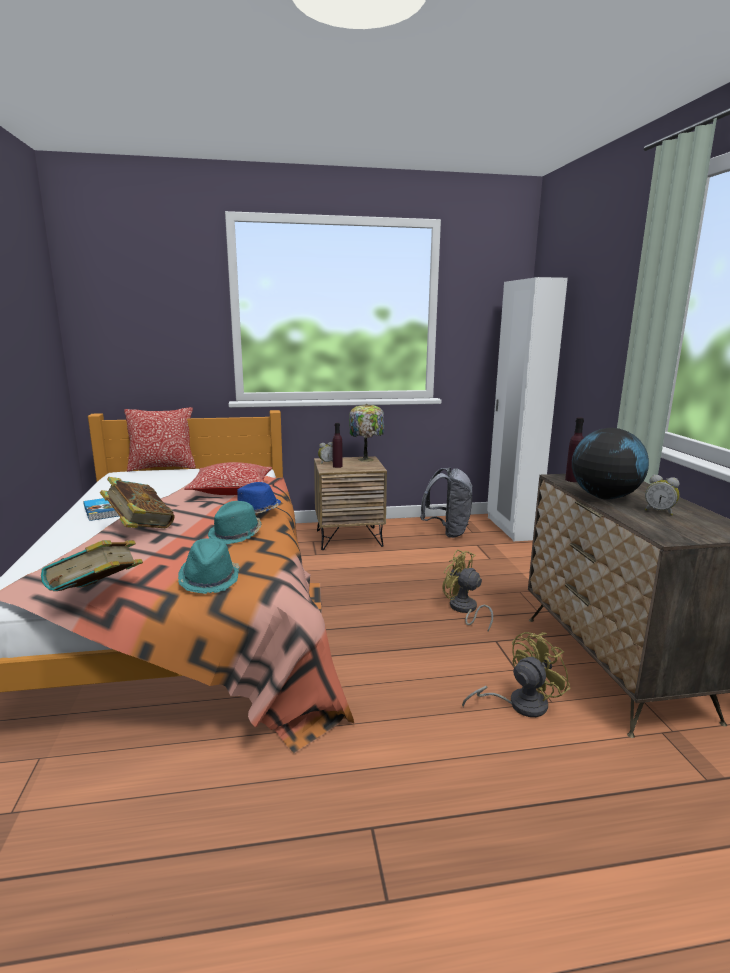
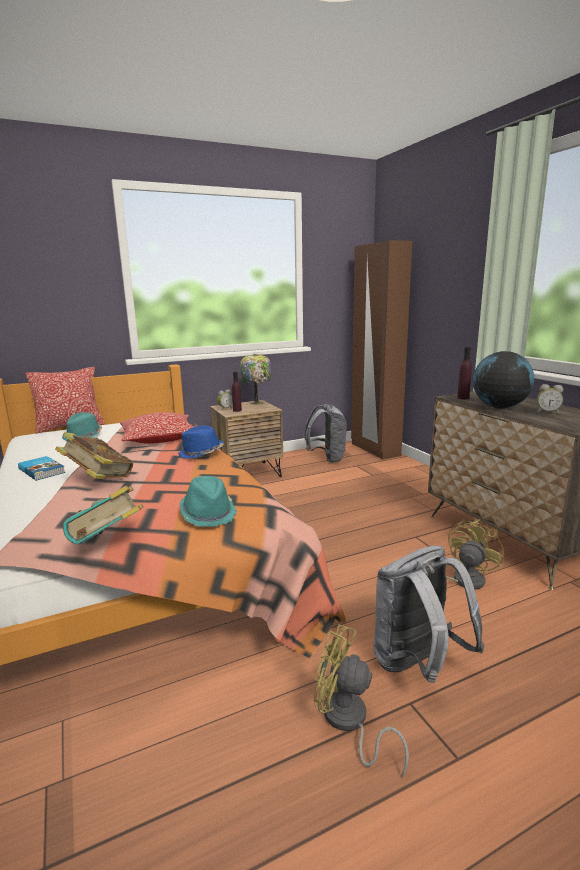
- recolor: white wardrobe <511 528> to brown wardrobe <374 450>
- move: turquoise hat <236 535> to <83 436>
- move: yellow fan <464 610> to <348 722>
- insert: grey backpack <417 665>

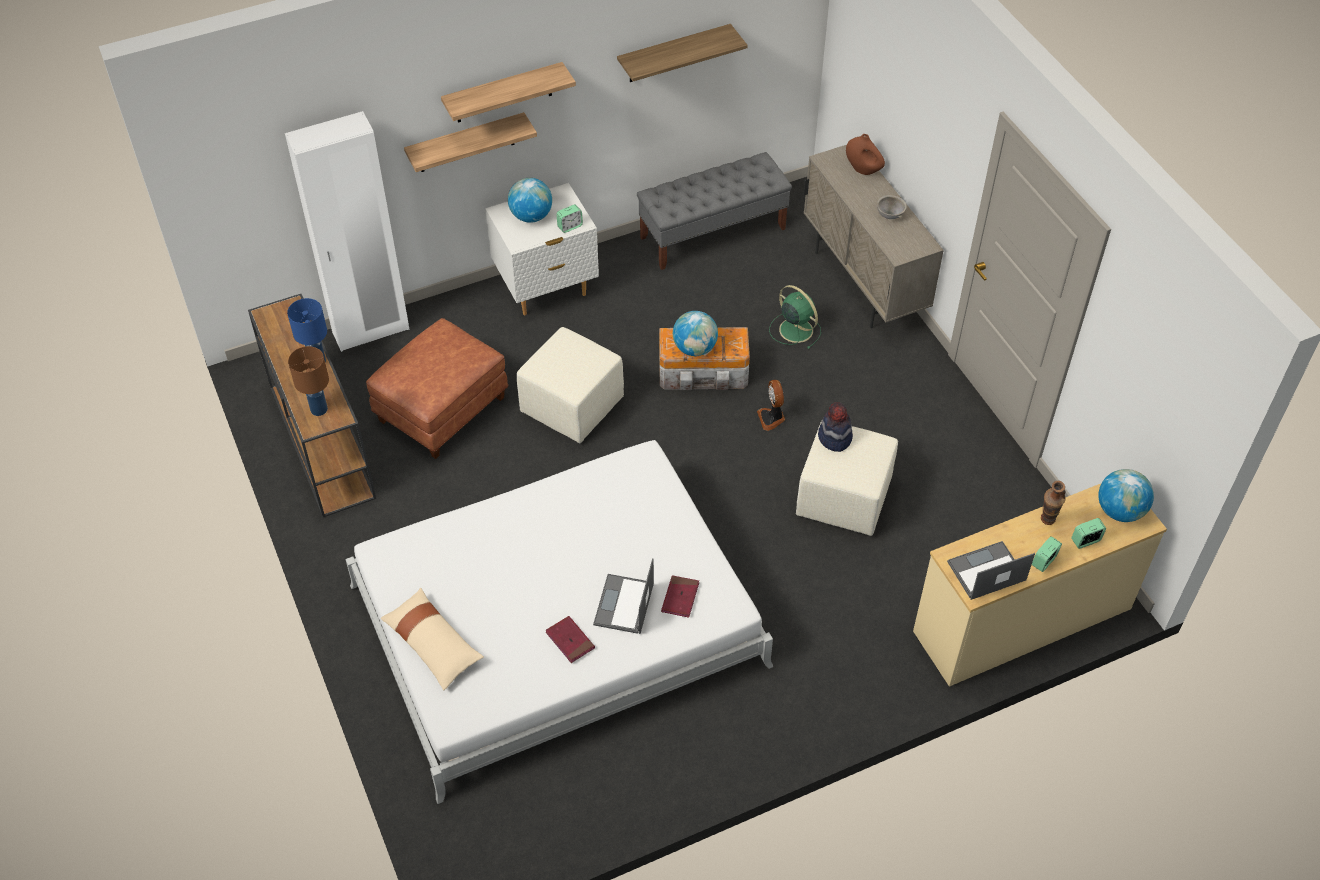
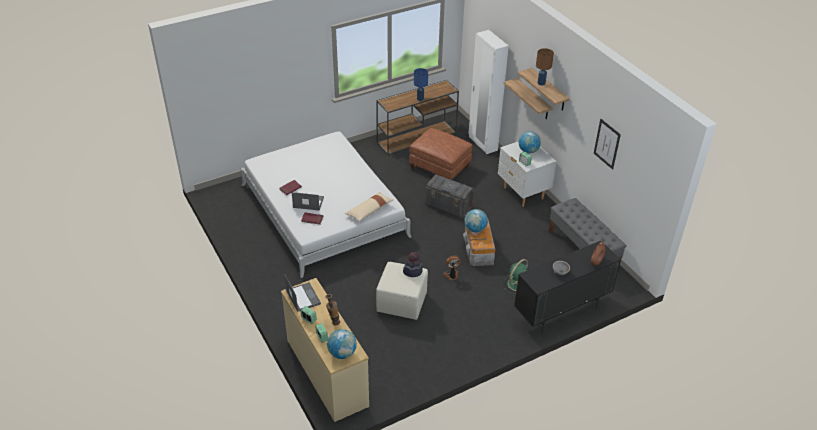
- replace: shelf <674 54> to picture <607 144>
- recolor: beige cabinet <863 283> to black cabinet <561 312>
- replace: beige ottoman <572 405> to grey storage box <449 206>
- move: brown table lamp <319 409> to <541 83>
- move: beige pillow <433 644> to <369 210>

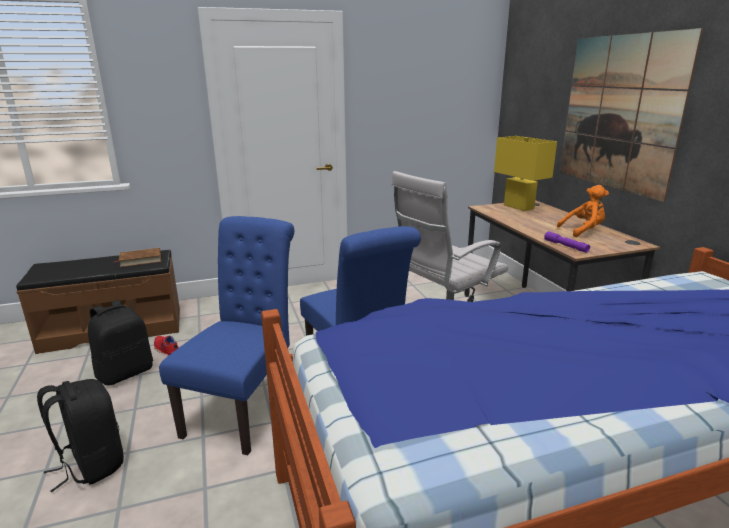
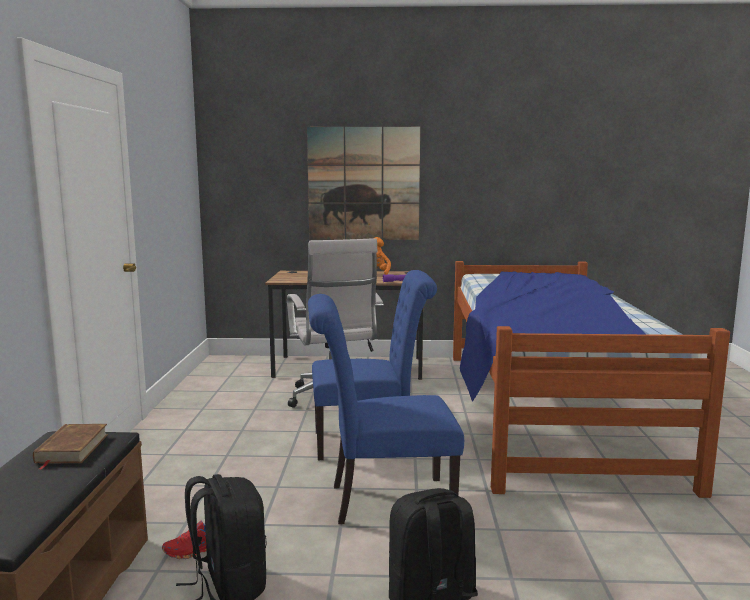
- delete: yellow table lamp <518 207>
- rotate: blue chair <245 407> = <382 501> 45 degrees counterclockwise

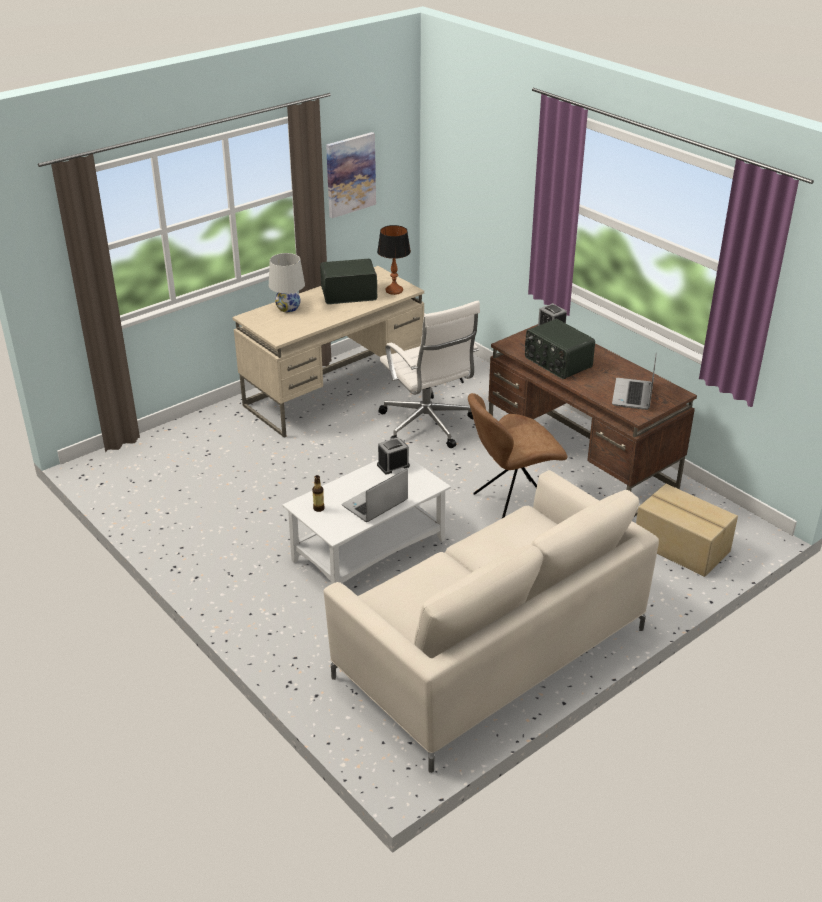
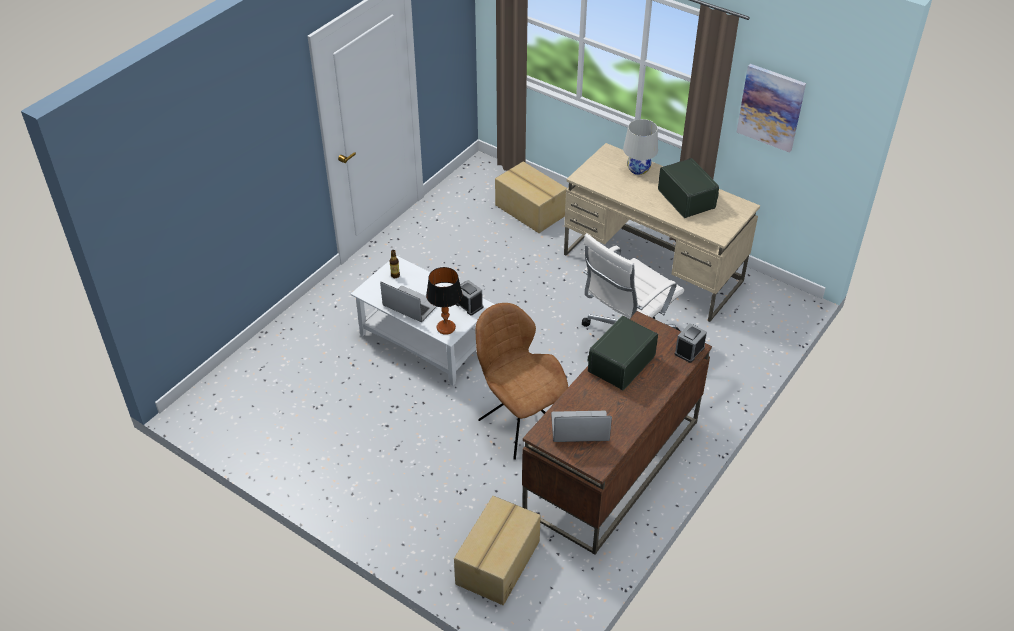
- move: table lamp <394 290> to <446 327>
- delete: beige sofa <491 653>
- insert: cardboard box <530 211>

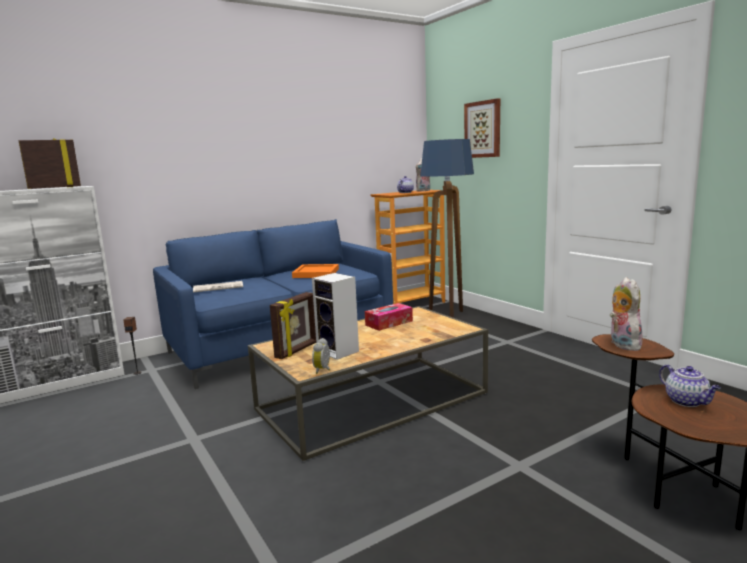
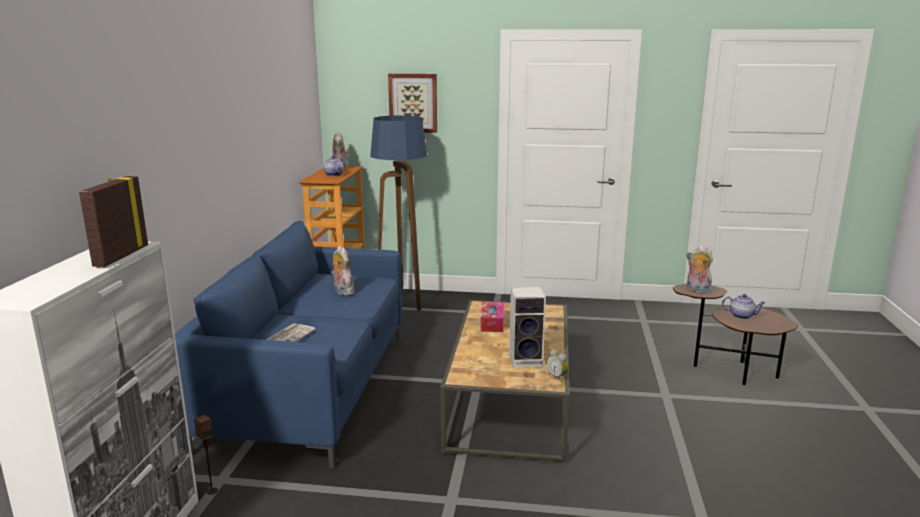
- replace: orange tray <316 273> to plush toy <342 292>
- delete: picture frame <297 350>

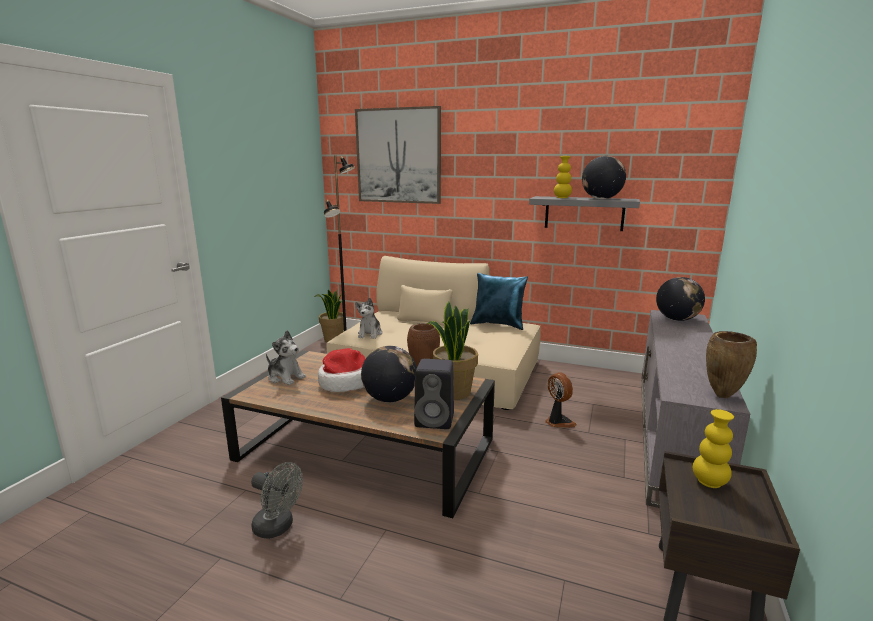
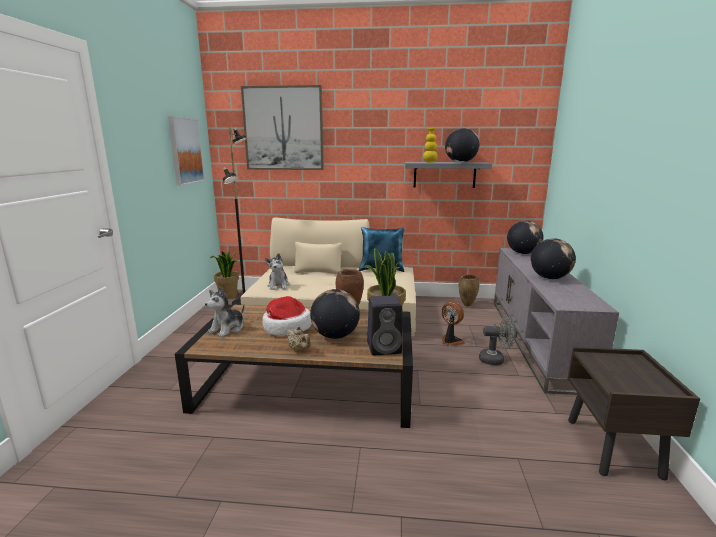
- rotate: plush toy <285 377> = <227 329> 105 degrees clockwise
- move: brown vase <722 396> to <467 305>
- delete: yellow vase <709 482>
- move: grey fan <278 527> to <495 360>
- insert: picture <185 151>
- insert: globe <549 278>
- insert: beige teapot <299 350>

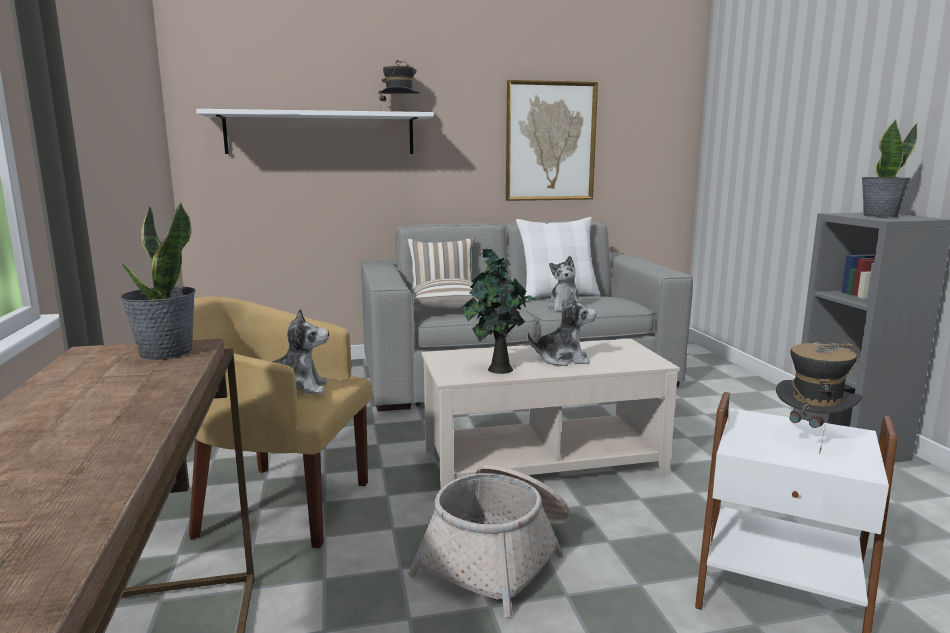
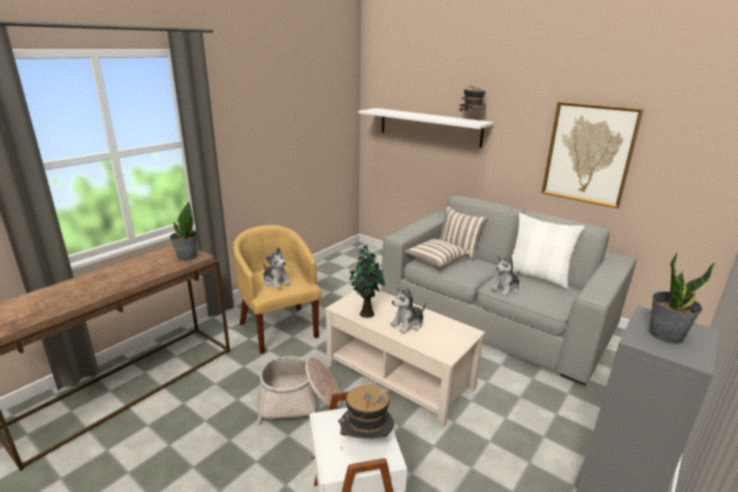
- rotate: plush toy <563 359> = <408 324> 90 degrees clockwise

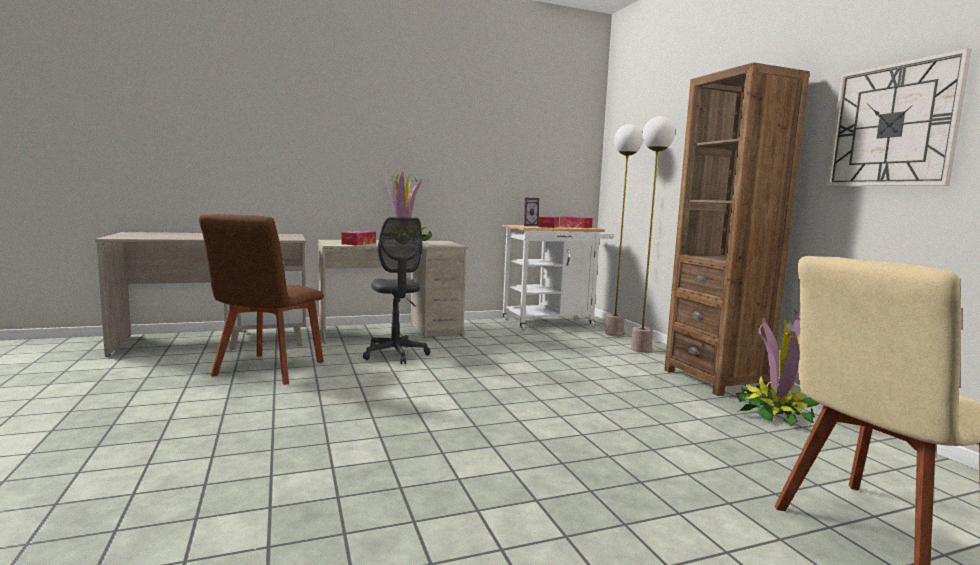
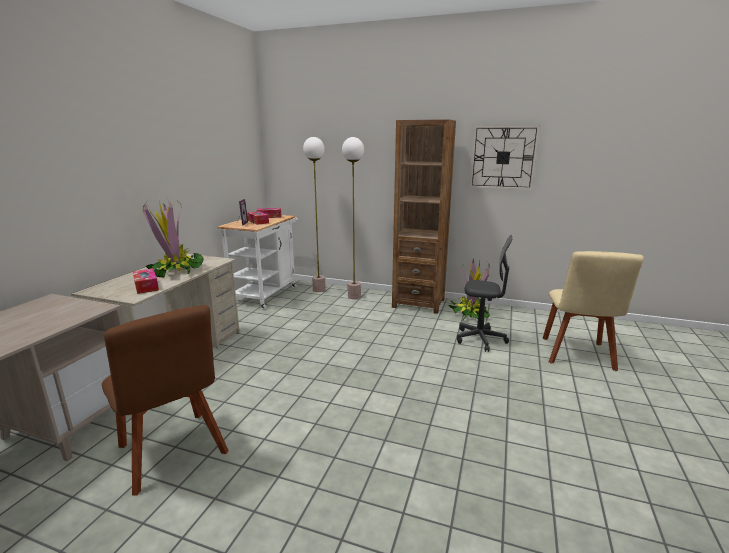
- move: grey office chair <395 354> to <480 339>

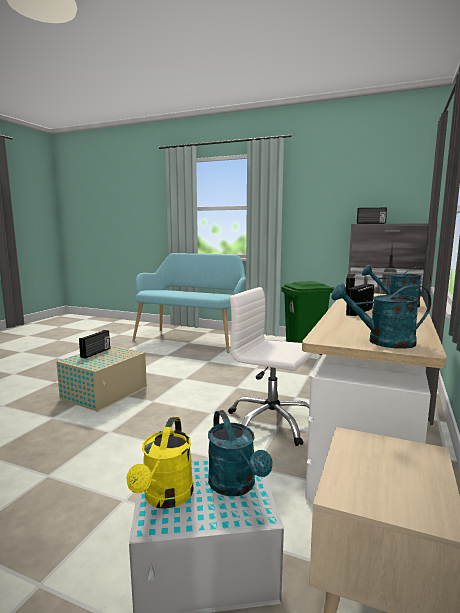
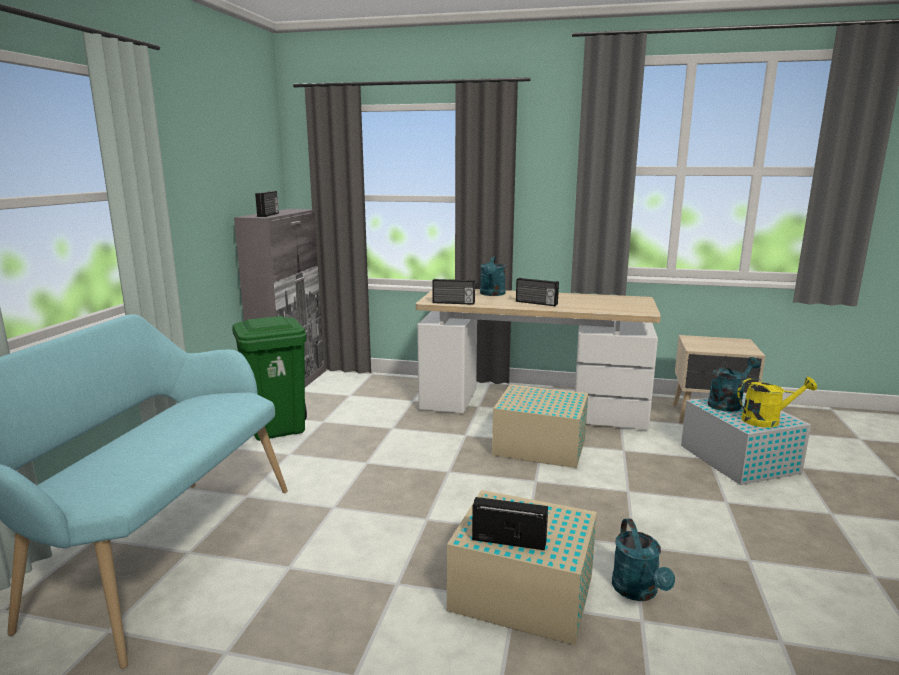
- move: turquoise watering can <382 342> to <638 592>
- replace: white office chair <271 423> to beige storage box <538 446>

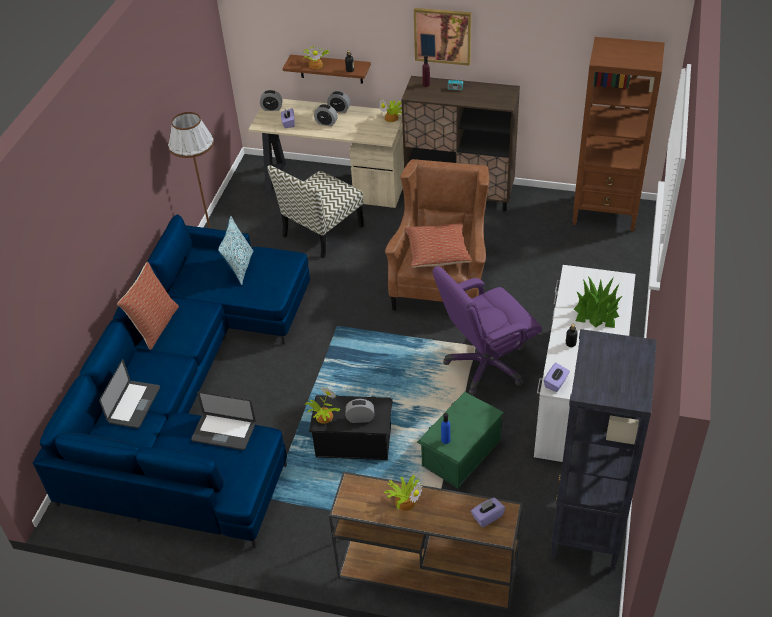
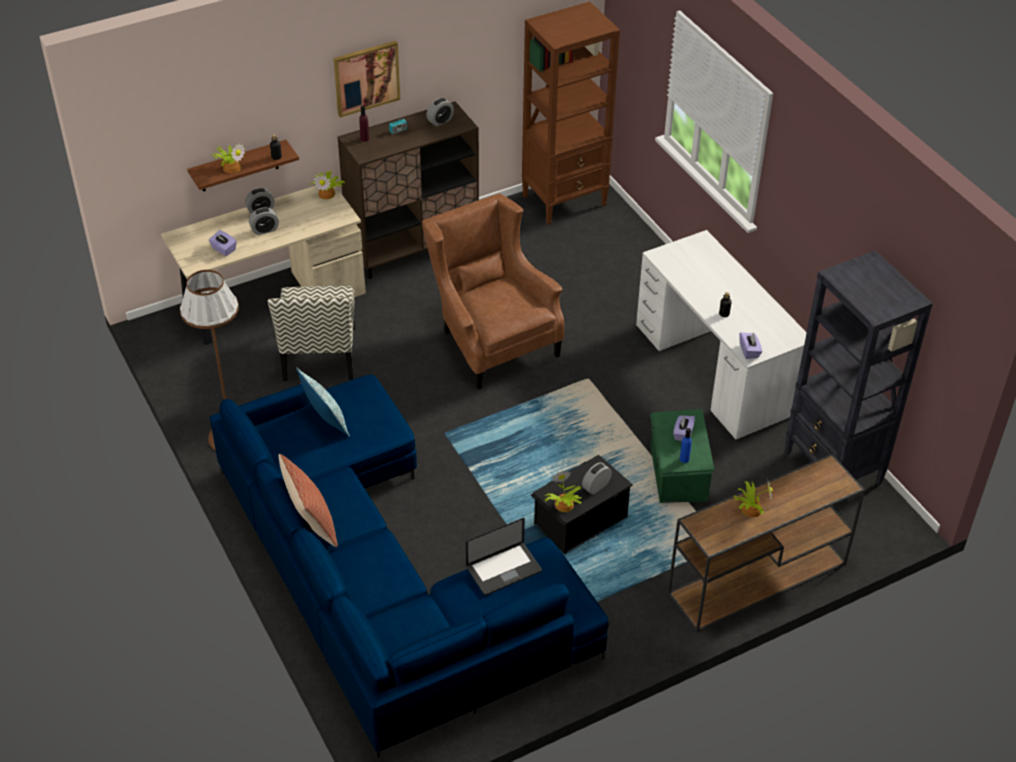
- move: alarm clock <272 108> to <440 121>
- delete: pillow <437 252>
- delete: purple office chair <485 365>
- delete: potted plant <596 312>
- delete: laptop <134 405>
- move: purple tissue box <487 517> to <683 434>

